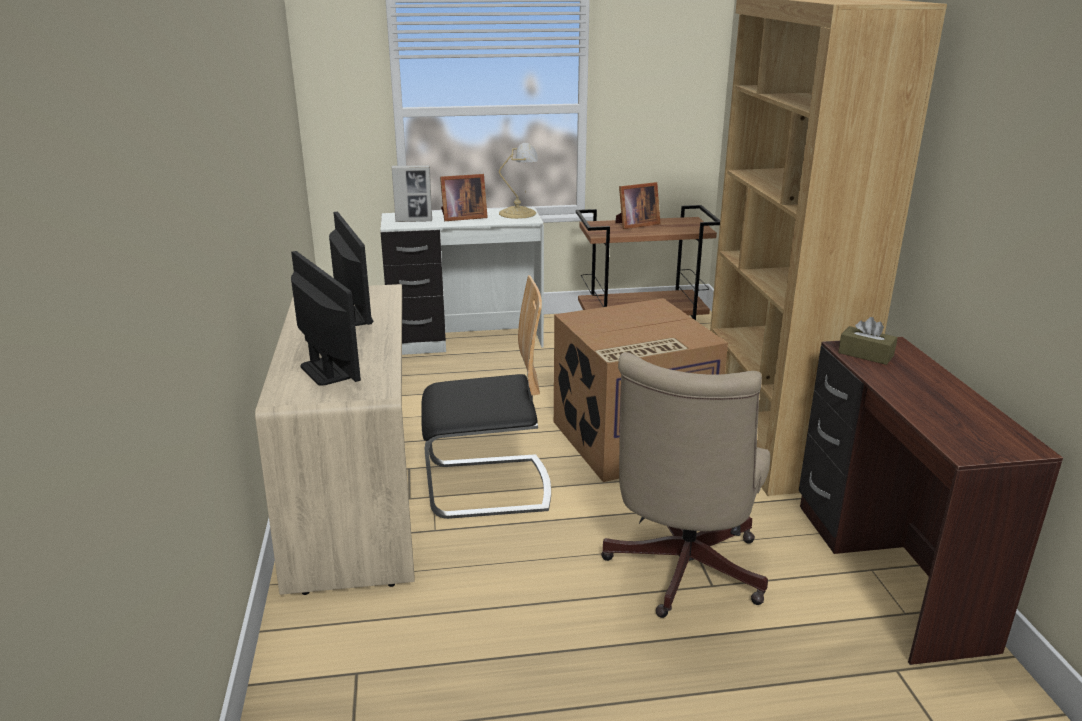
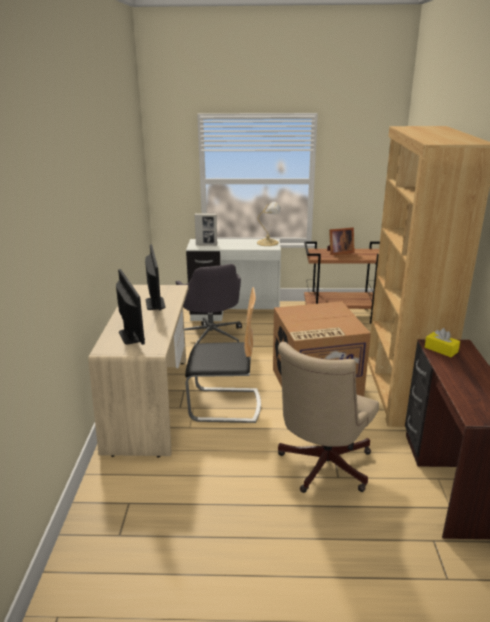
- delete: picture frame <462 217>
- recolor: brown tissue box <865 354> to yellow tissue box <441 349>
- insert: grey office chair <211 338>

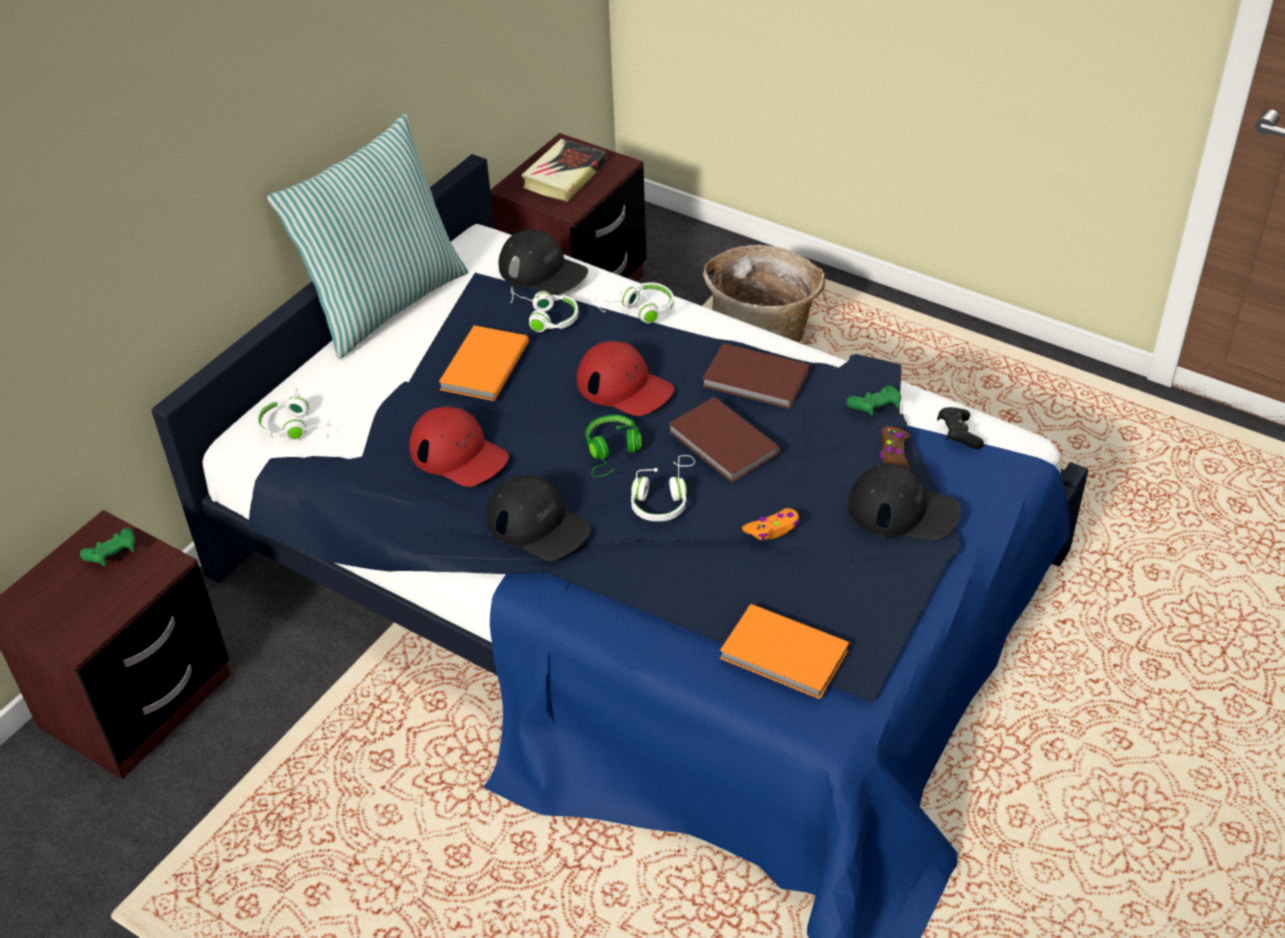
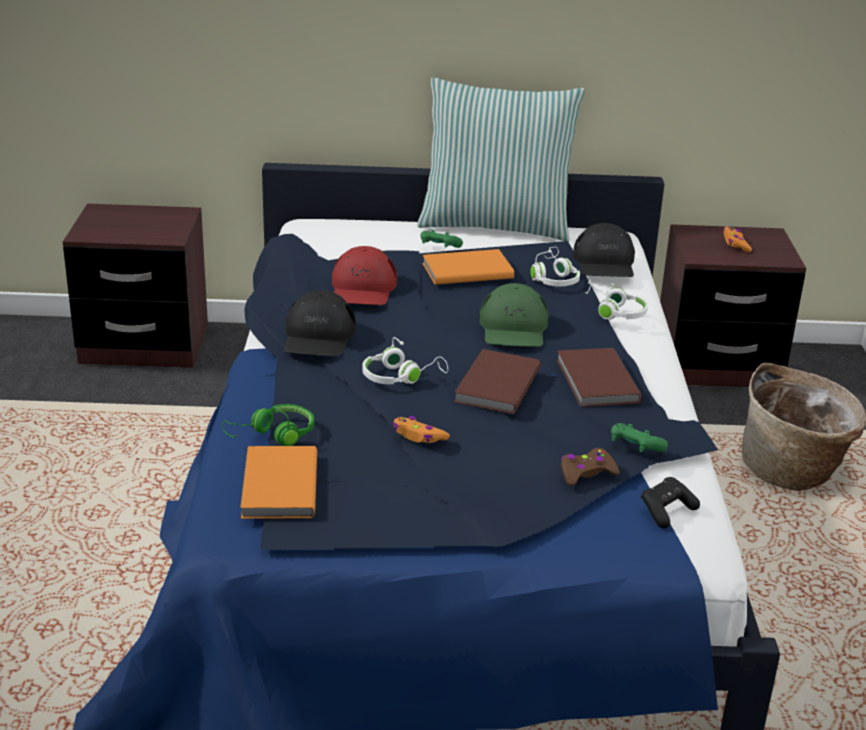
- replace: book <564 175> to orange game controller <735 244>
- recolor: red cap <625 387> to green cap <513 328>
- delete: white headphones <295 428>
- move: green headphones <612 452> to <273 435>
- delete: black cap <903 511>
- move: green game controller <113 555> to <439 248>

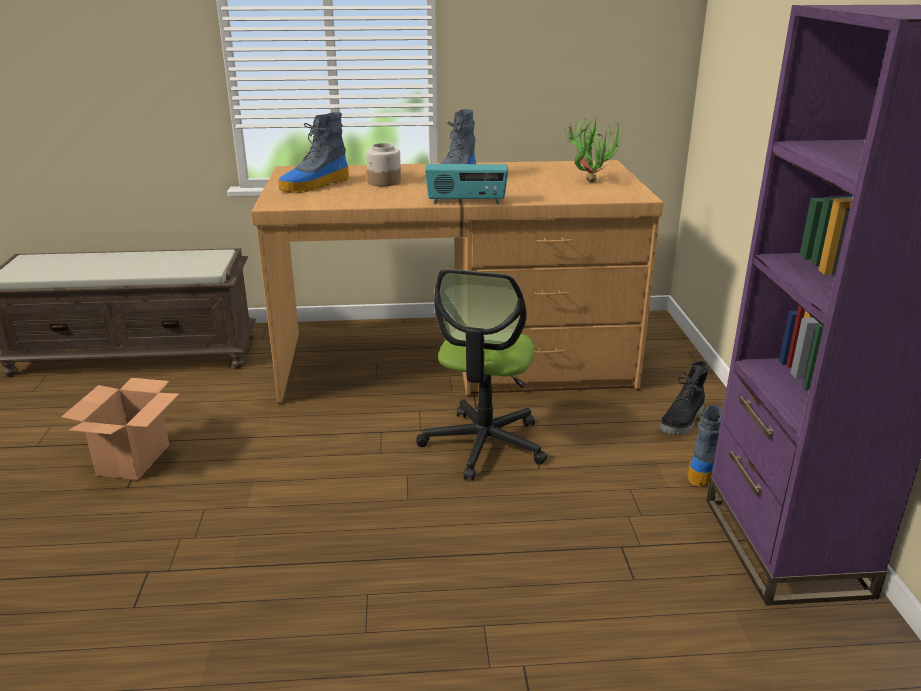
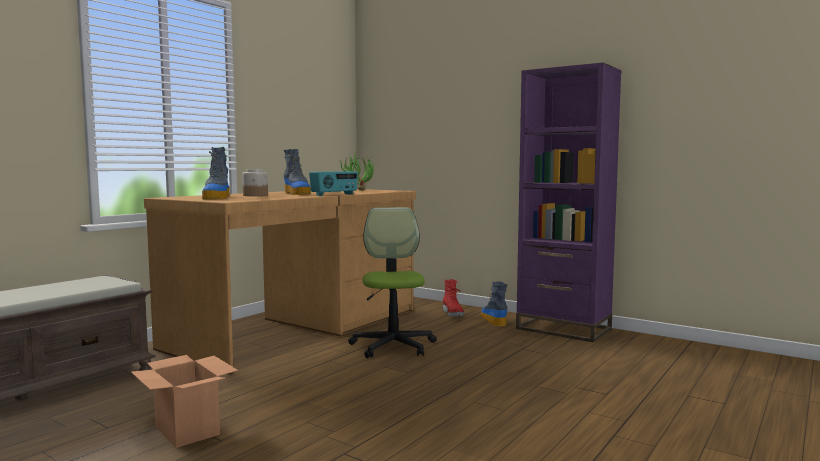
- rotate: office chair <484 444> = <393 346> 150 degrees counterclockwise
- recolor: black boot <683 422> to red boot <453 314>

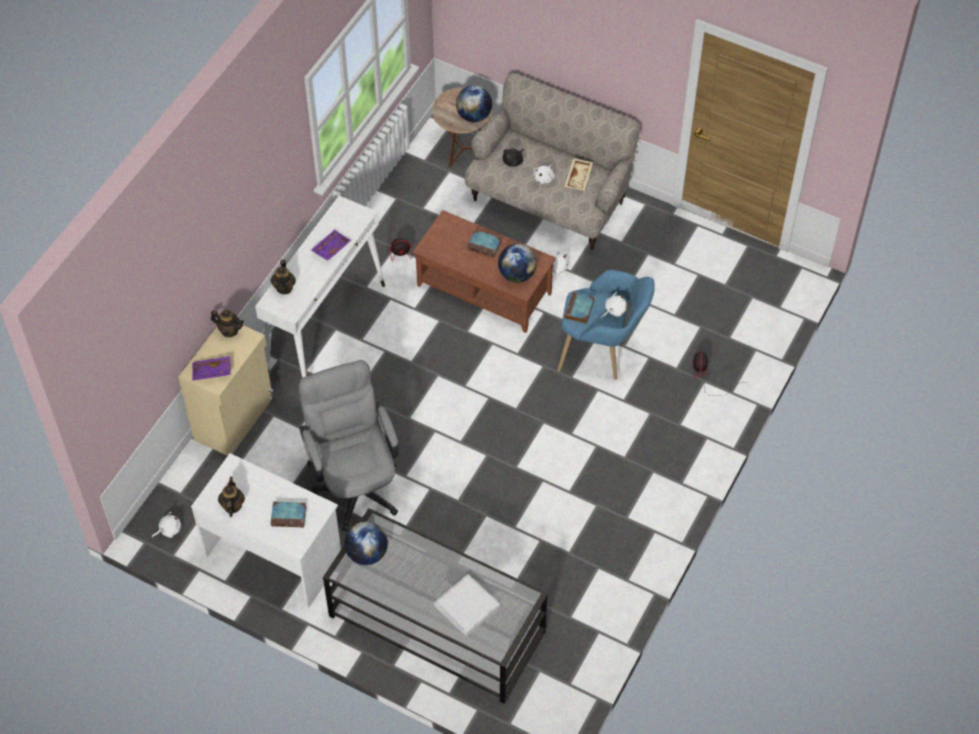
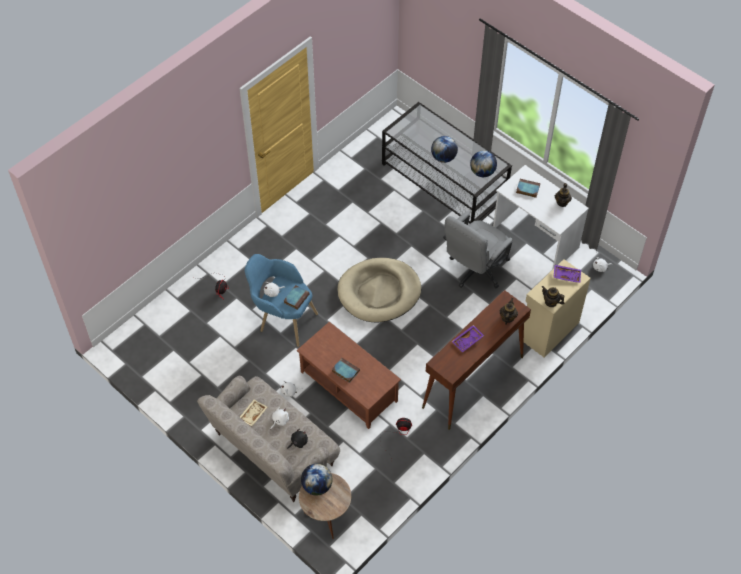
- recolor: white console table <326 328> to brown console table <472 382>
- move: globe <517 275> to <443 158>
- rotate: grey office chair <355 482> = <475 271> 45 degrees clockwise
- delete: white tray <467 606>
- insert: beige dog bed <379 292>

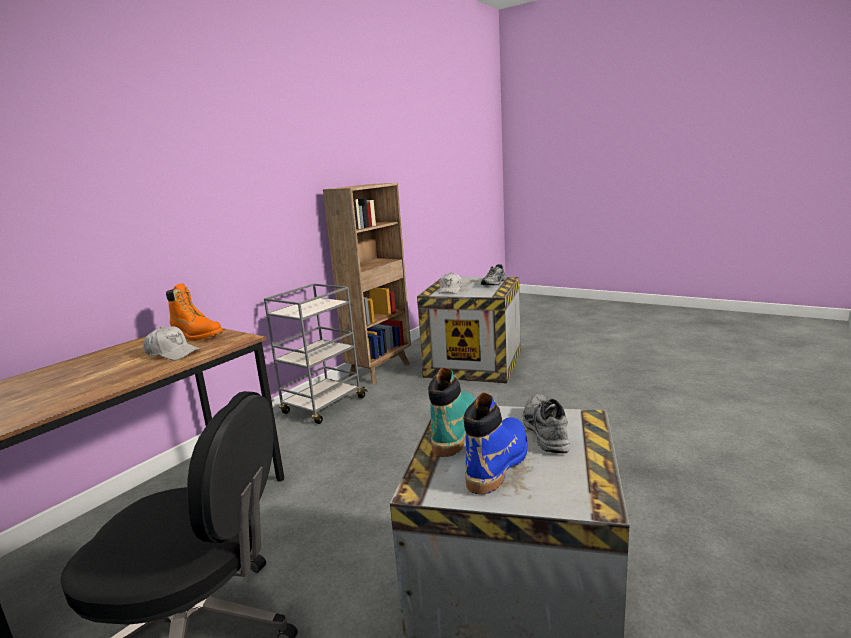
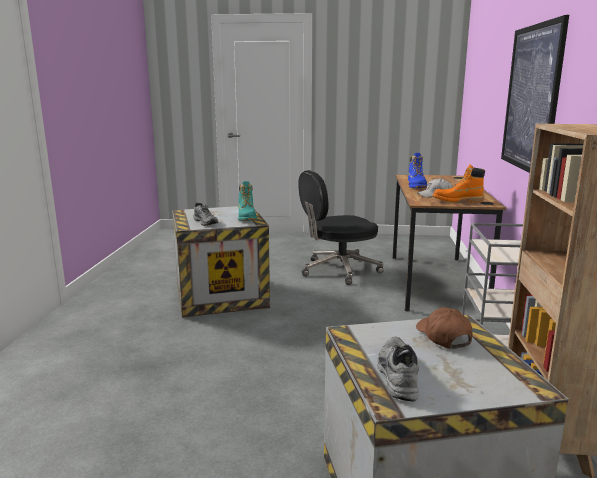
- recolor: white cap <450 290> to brown cap <443 336>
- move: blue boot <498 463> to <416 186>
- insert: picture <531 98>

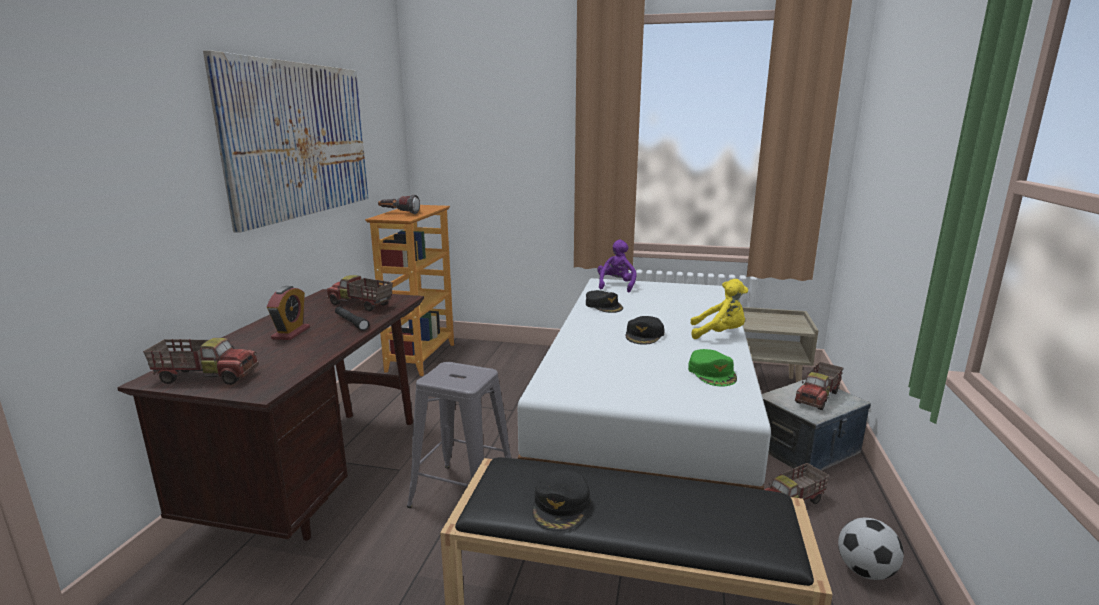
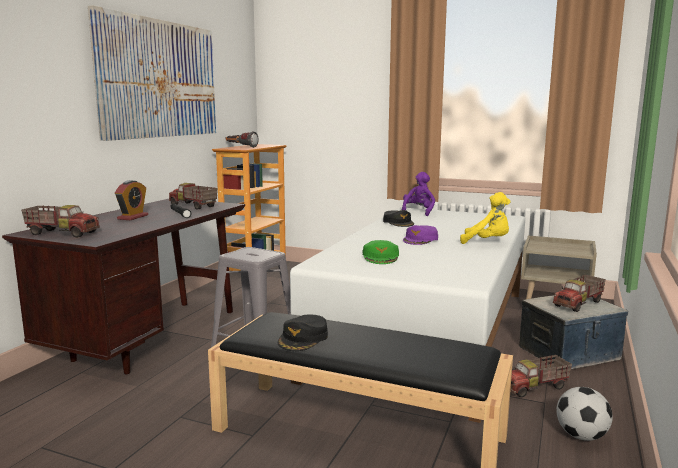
- recolor: black cap <644 335> to purple cap <420 240>
- move: green cap <712 373> to <381 257>

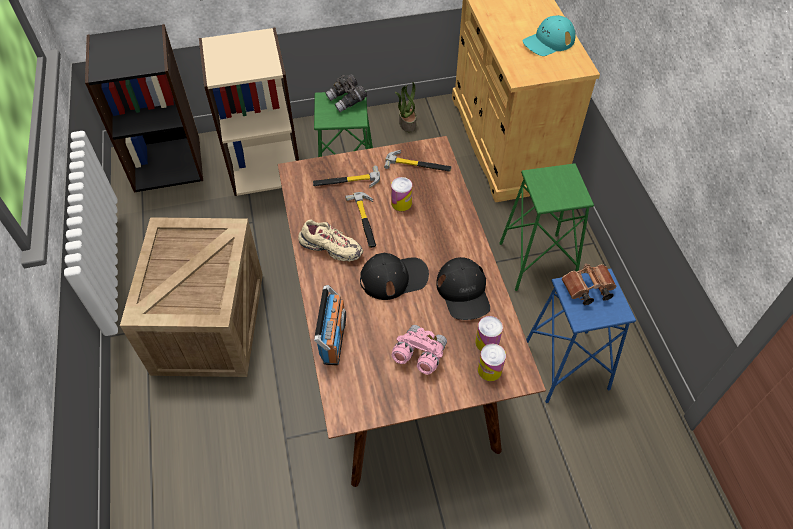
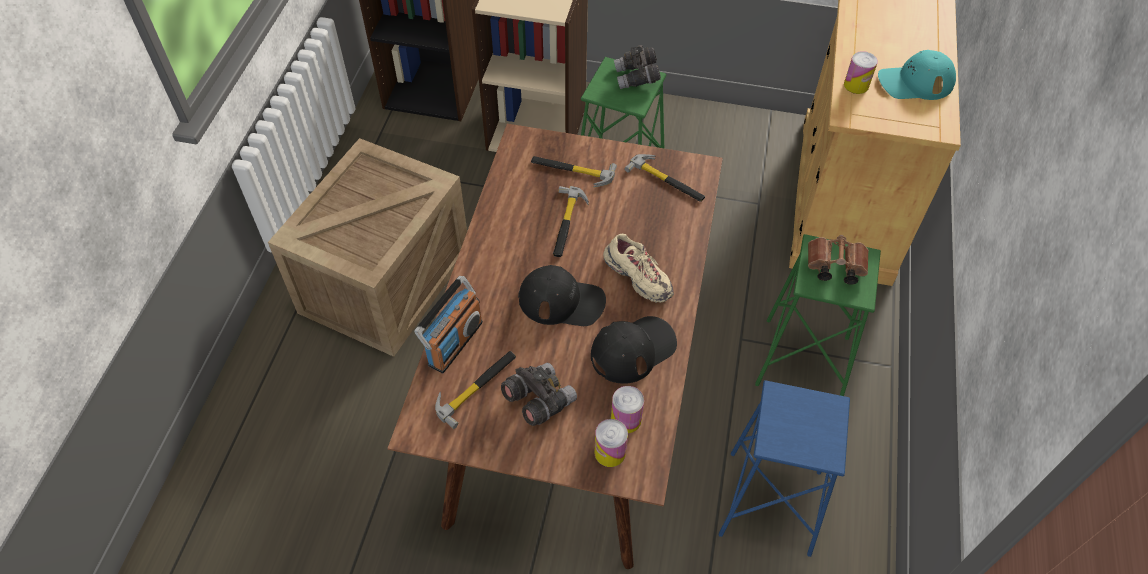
- delete: potted plant <407 123>
- move: can <401 203> to <856 85>
- move: beige shoe <331 248> to <638 278>
- rotate: black cap <463 292> = <633 350> 135 degrees counterclockwise
- move: brown binoculars <586 290> to <833 267>
- recolor: pink binoculars <419 355> to grey binoculars <538 400>
- insert: hammer <476 386>

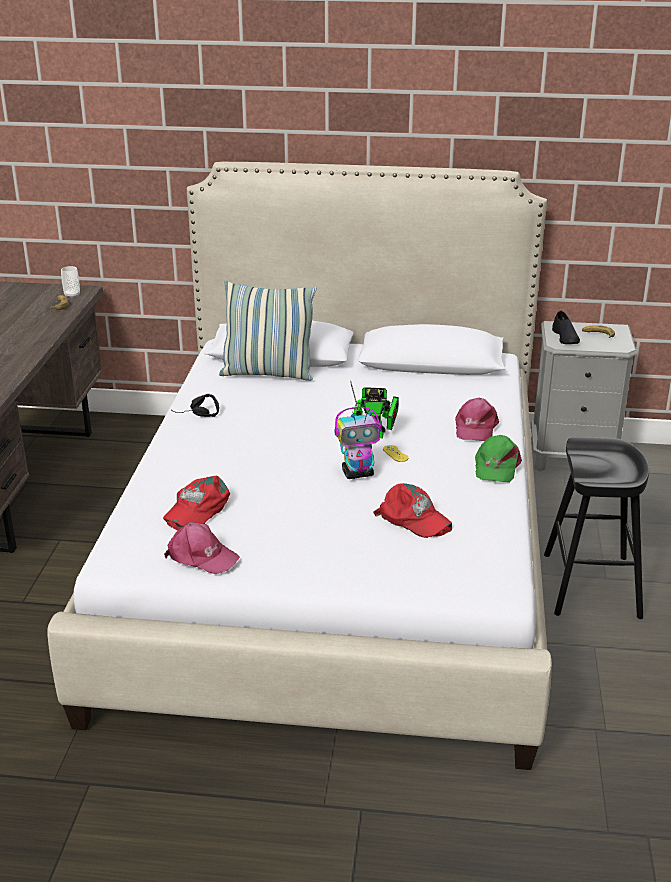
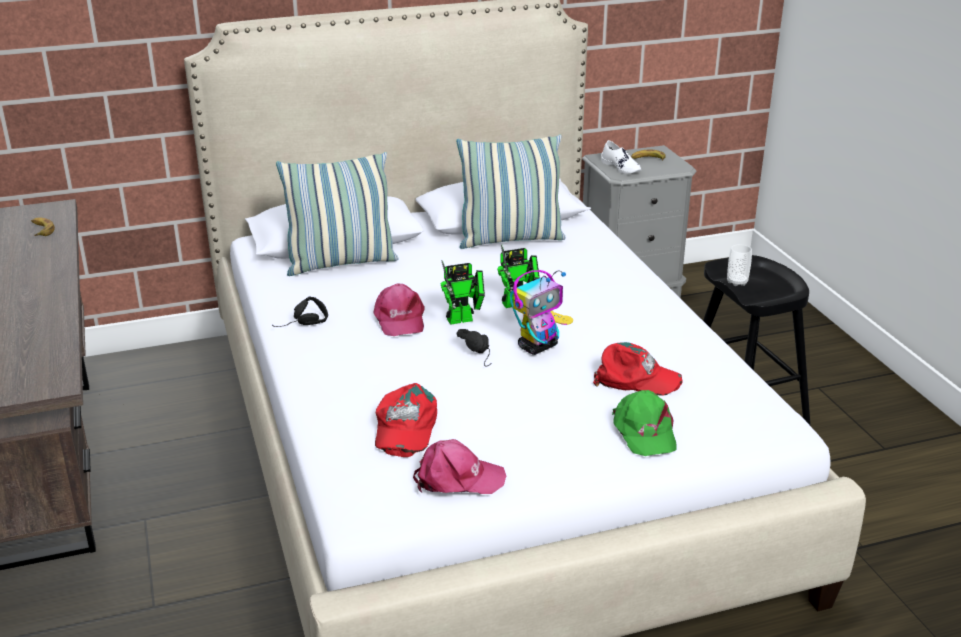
- move: cup <72 295> to <737 282>
- recolor: black shoe <565 337> to white shoe <621 167>
- move: pink cap <475 427> to <399 319>
- move: green cap <496 466> to <644 432>
- insert: pillow <510 239>
- insert: toy robot <464 319>
- insert: black headphones <481 354>

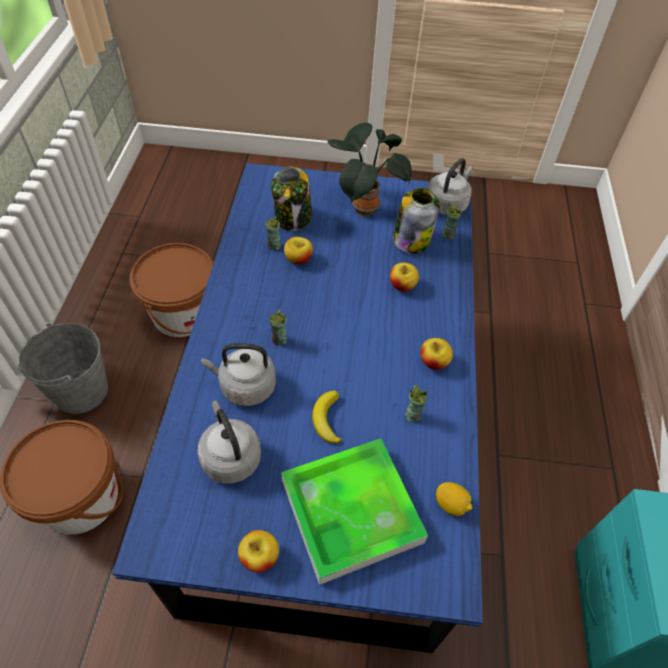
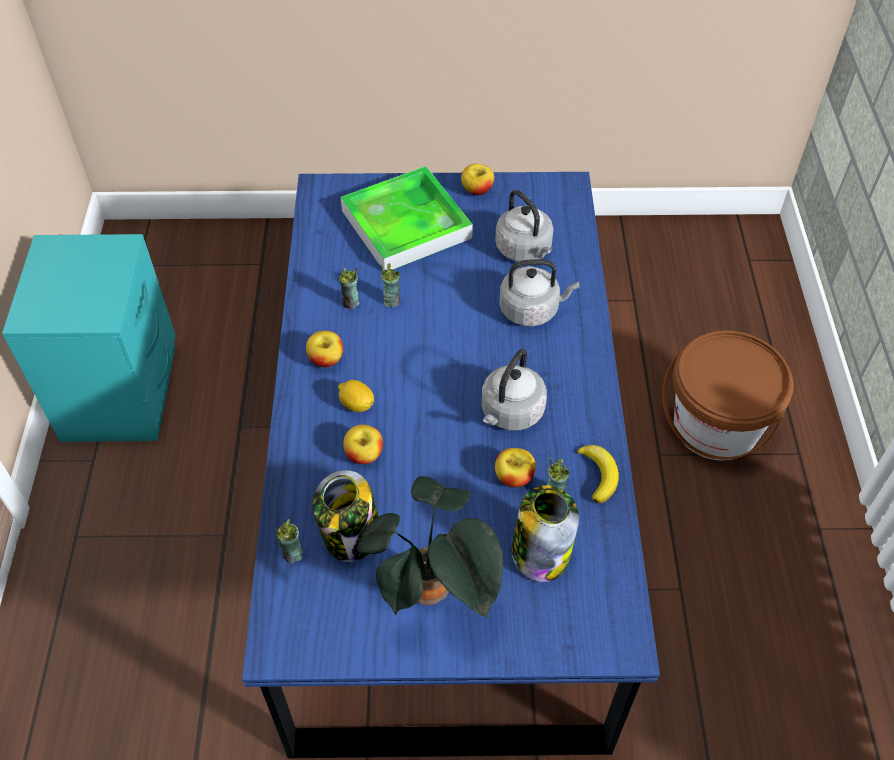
- move: grey kettle <447 204> to <510 413>
- delete: brown bucket <183 313>
- move: cup <279 340> to <391 301>
- delete: grey bucket <81 391>
- move: banana <327 419> to <599 474>
- move: lemon <451 504> to <357 404>

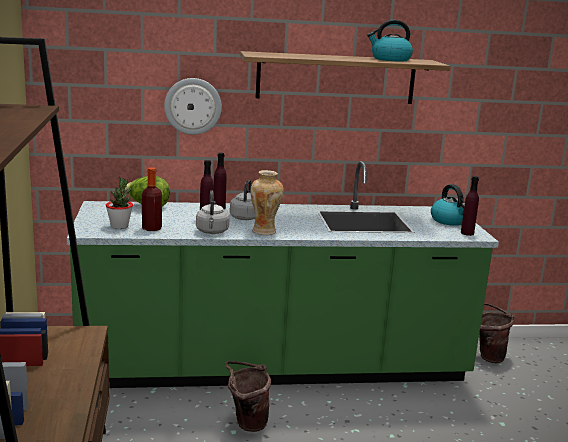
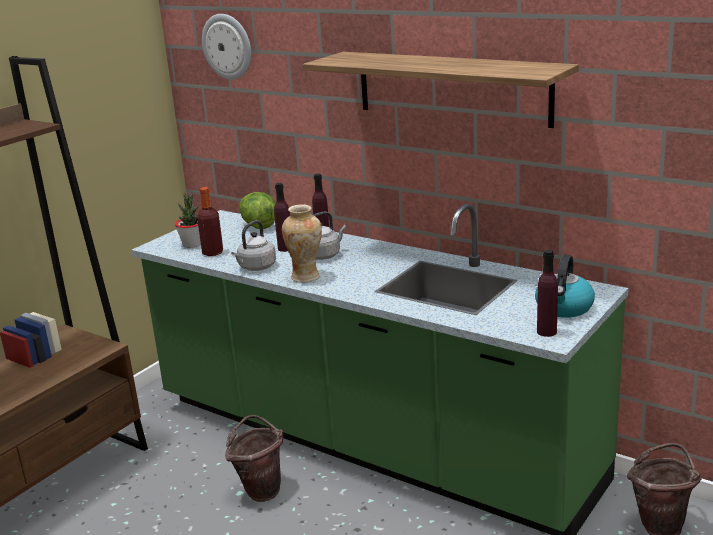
- delete: kettle <390 59>
- move: wall clock <193 106> to <227 46>

